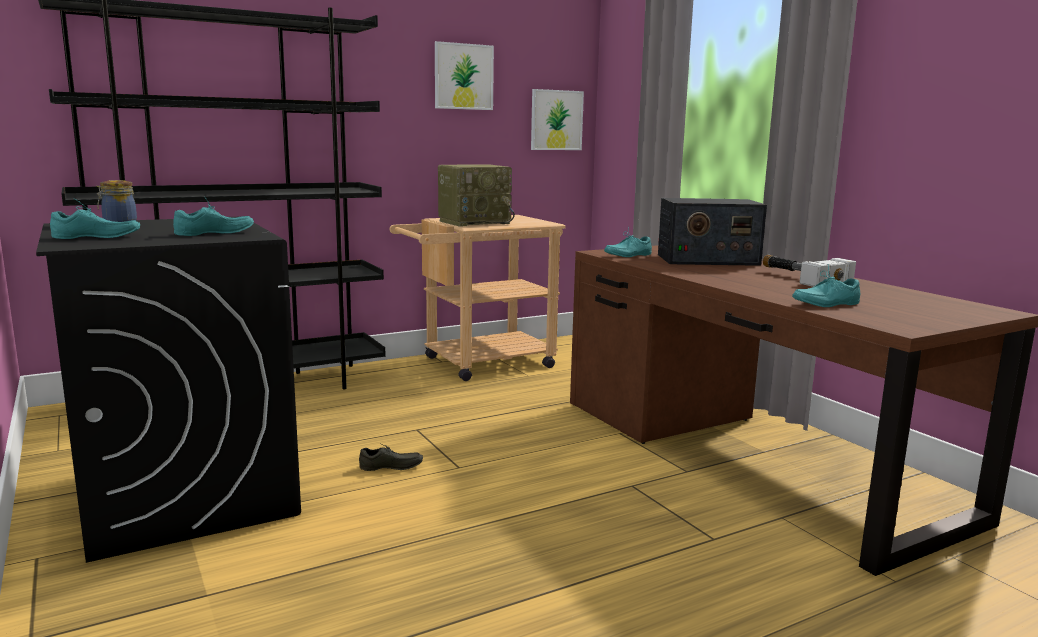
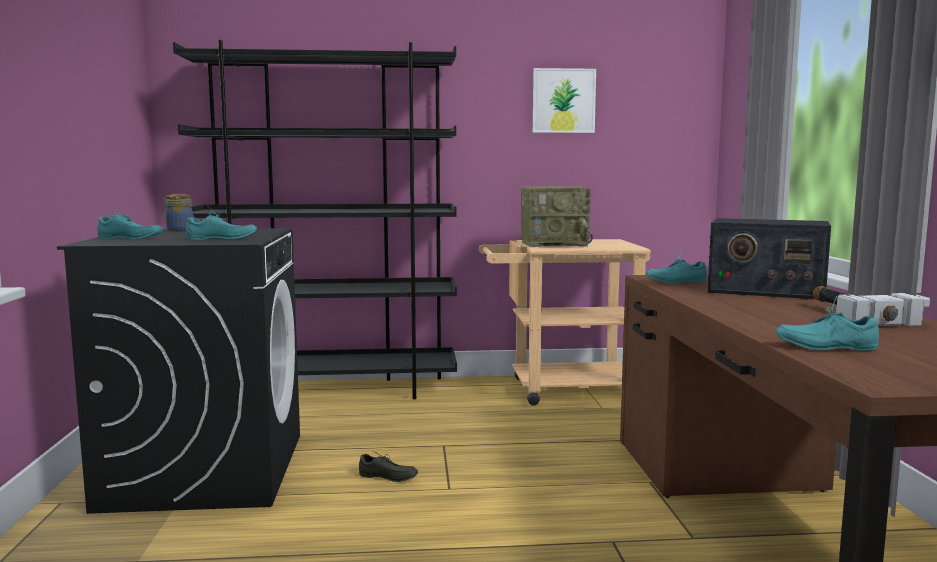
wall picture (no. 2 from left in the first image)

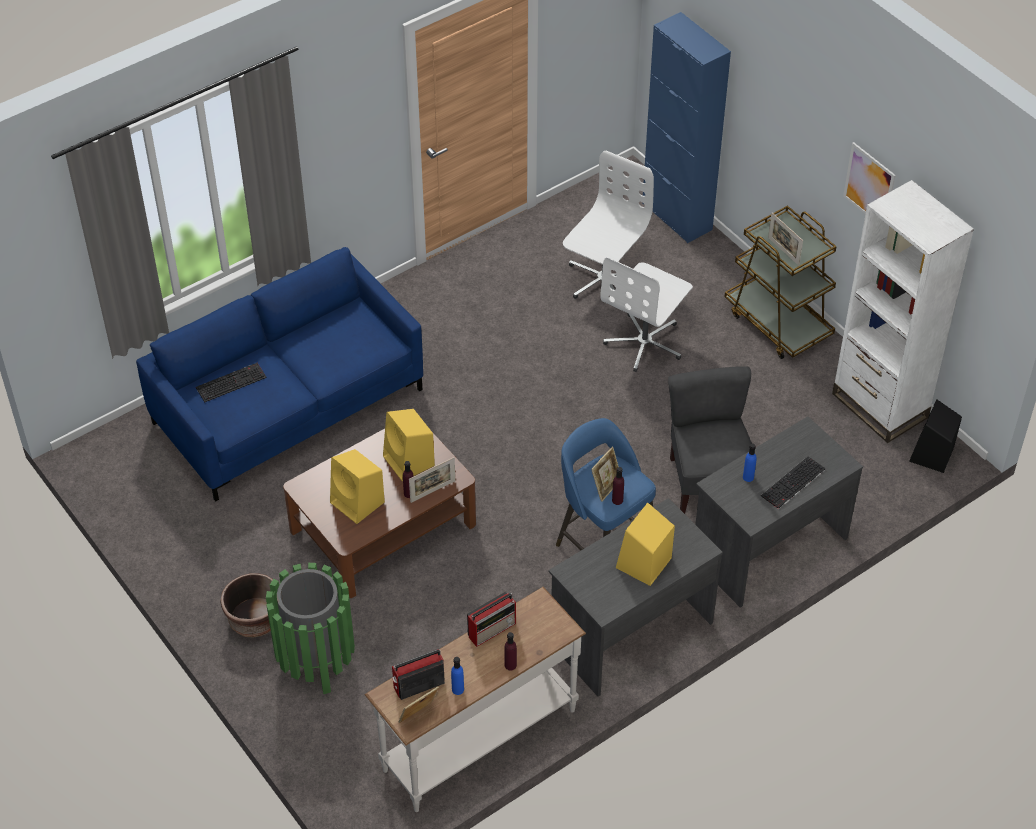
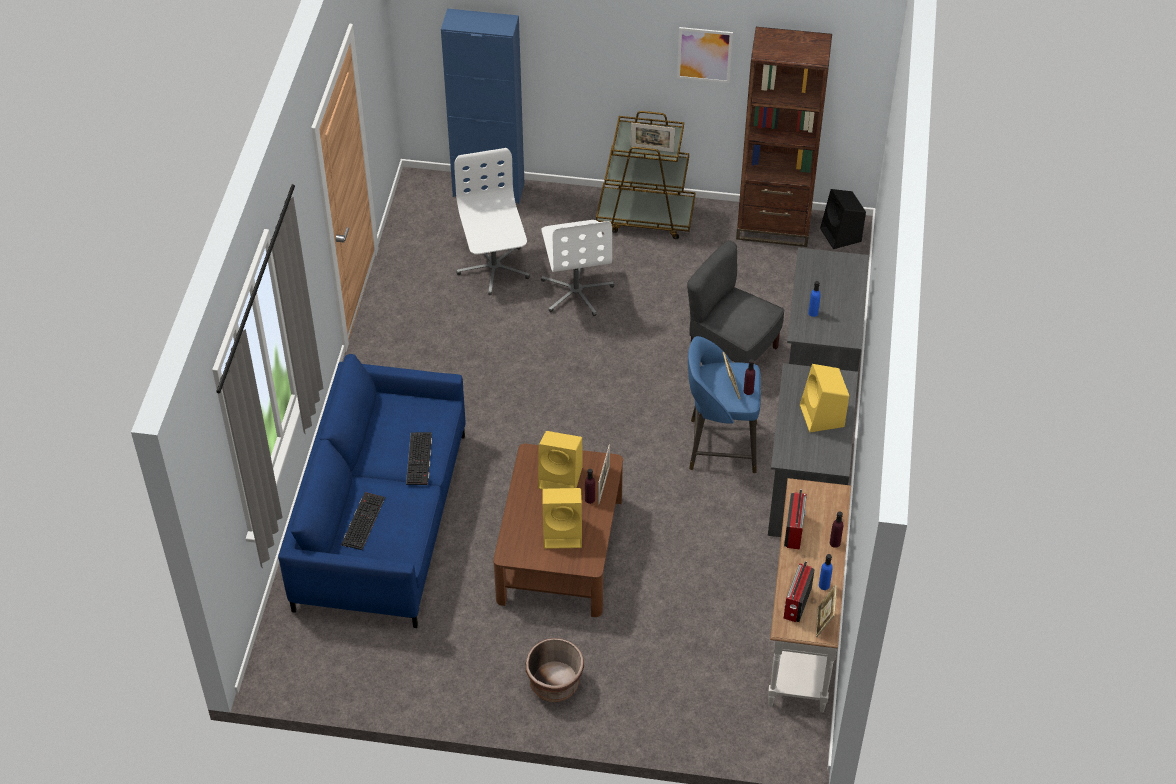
brownish bookcase
PC keyboard (no. 2 from left)
greenish rubbish bin

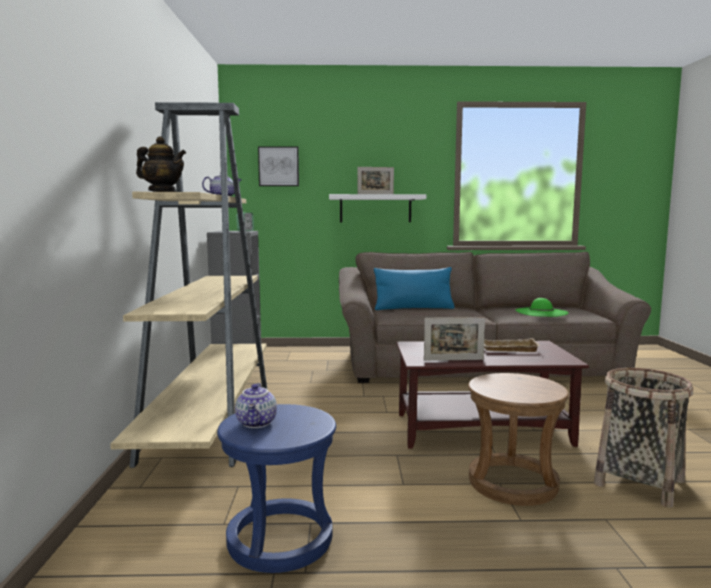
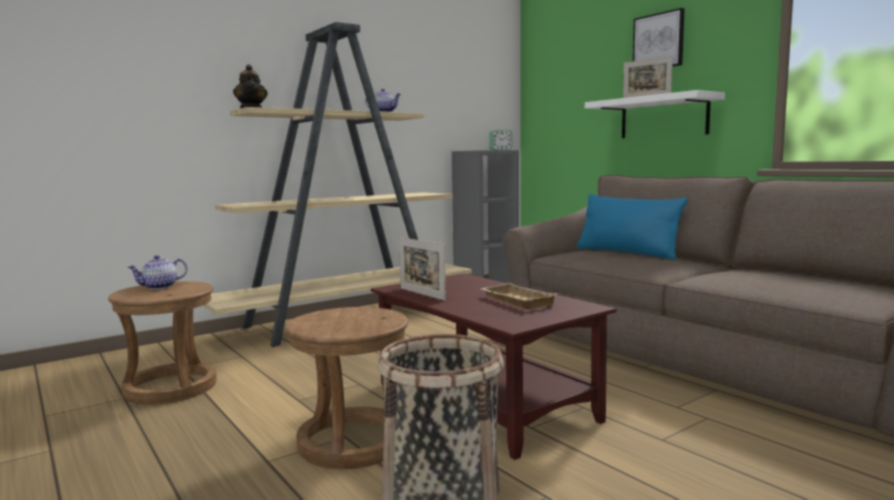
wall picture
greenish clothing hat
brownish sitting stool (no. 1 from left)

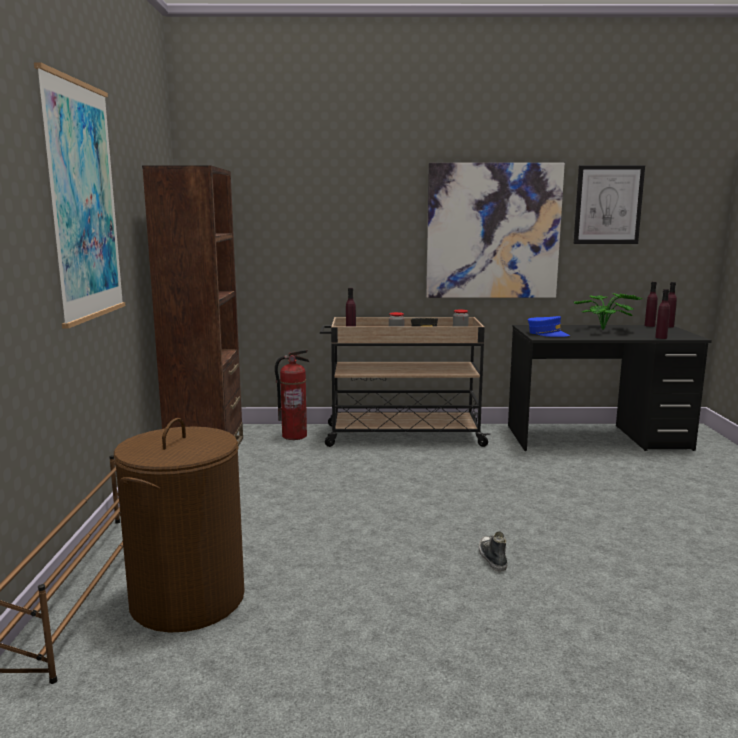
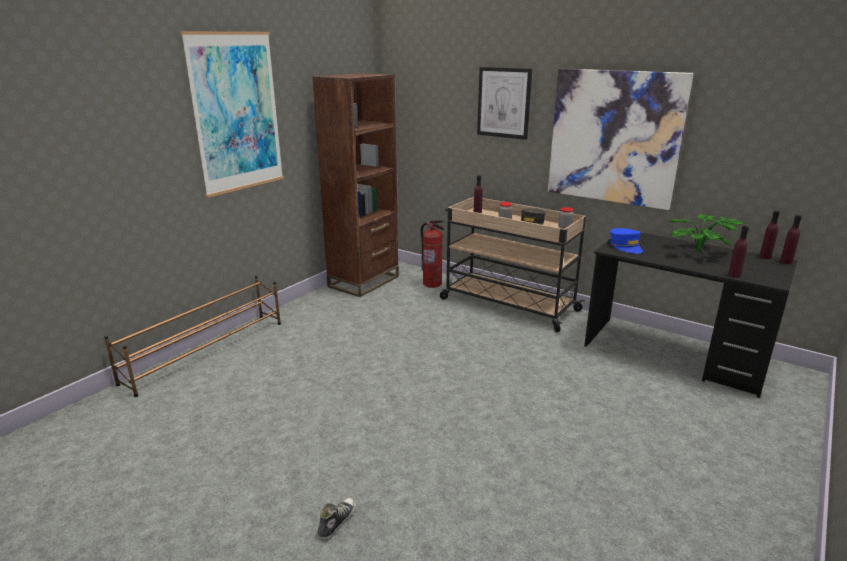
wall picture (no. 2 from left)
brownish hamper
shoe

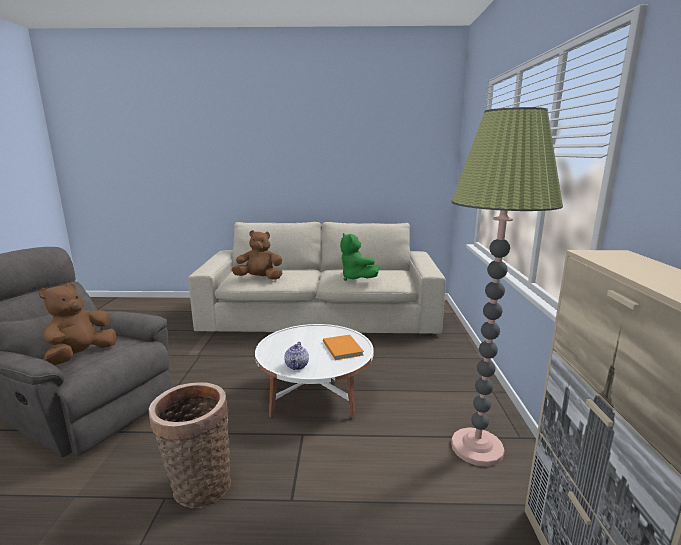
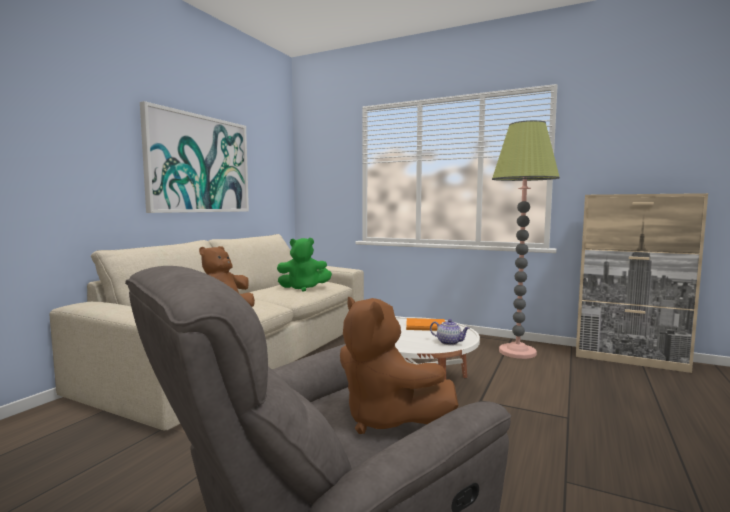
storage basket
wall picture

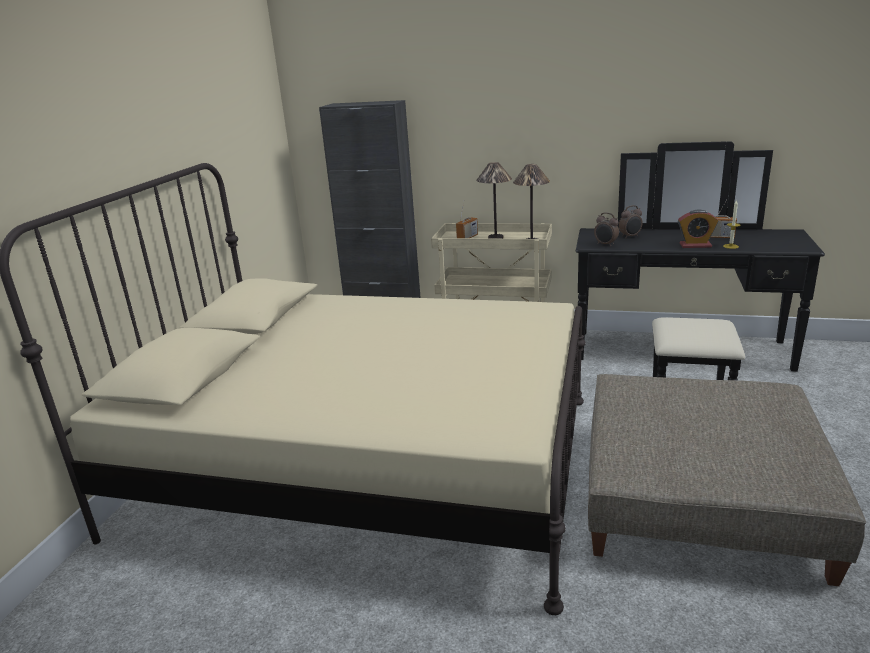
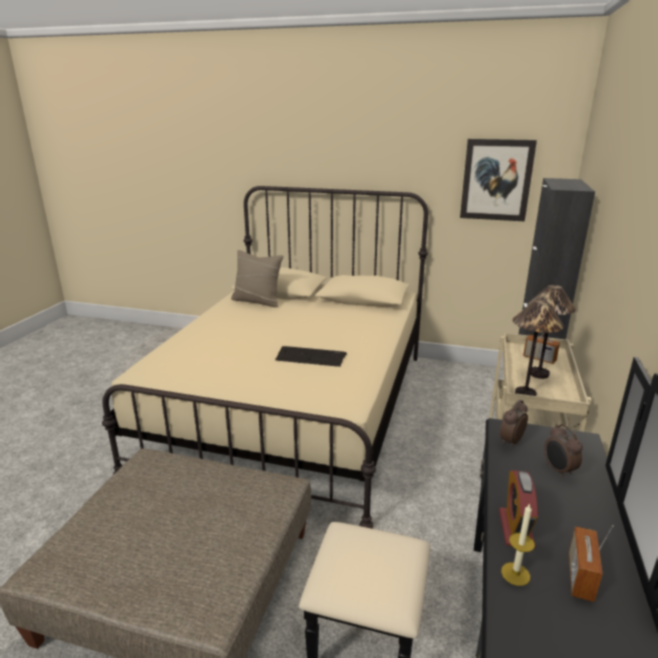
wall picture
beige pillow
PC keyboard

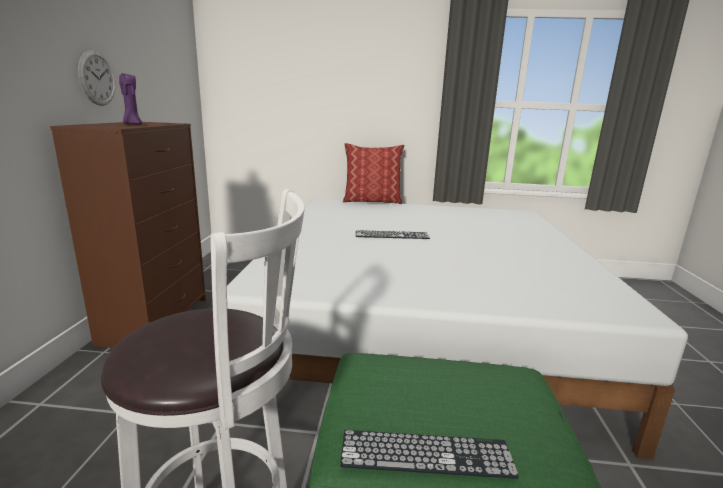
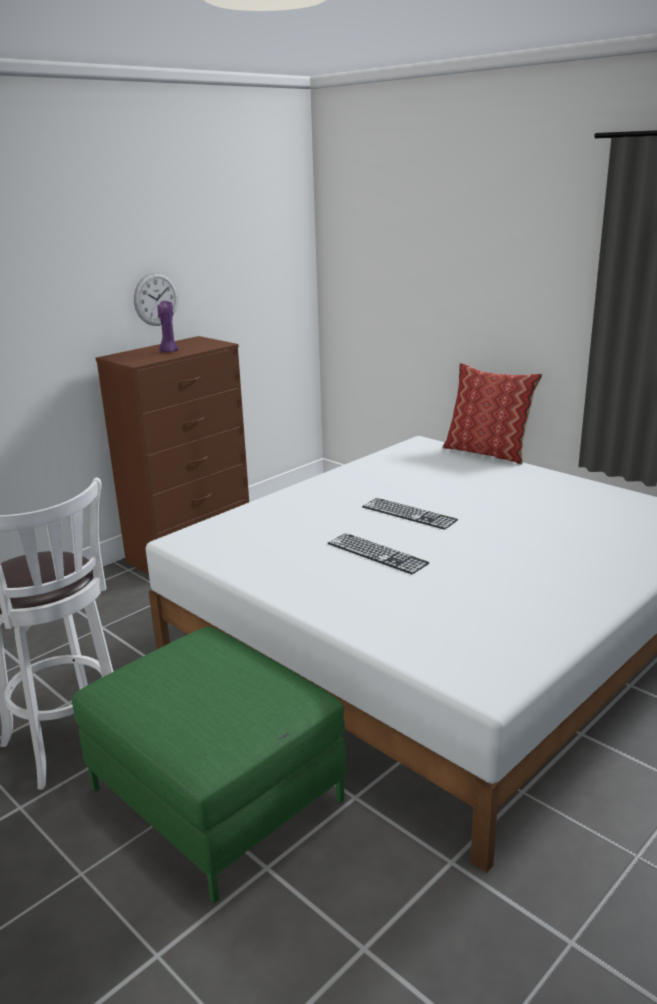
PC keyboard (no. 1 from left)

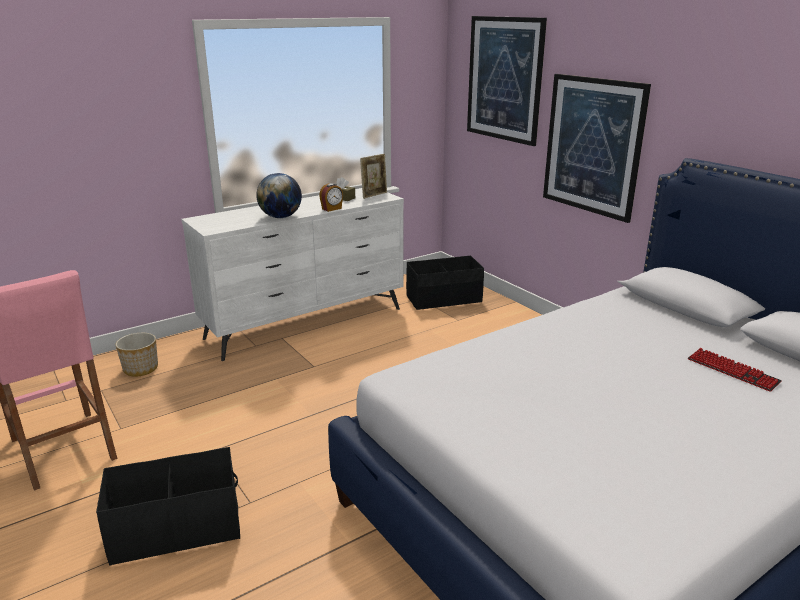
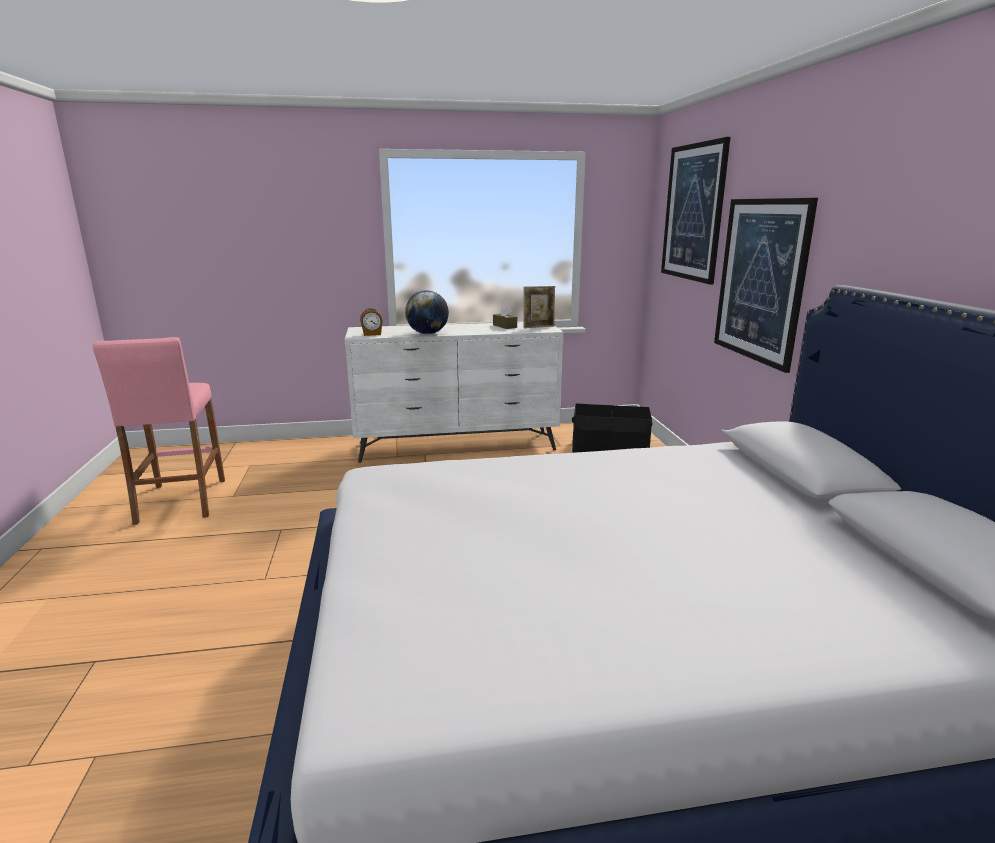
bedside clock
flower pot
PC keyboard
blackish storage box (no. 1 from left in the first image)

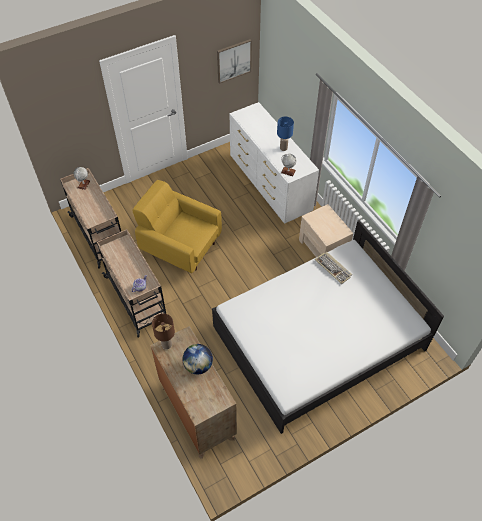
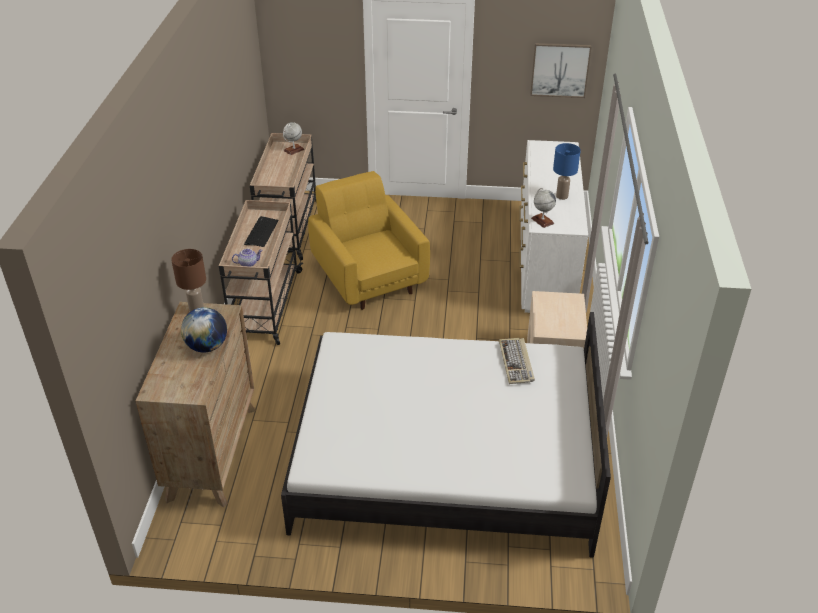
PC keyboard (no. 1 from left)

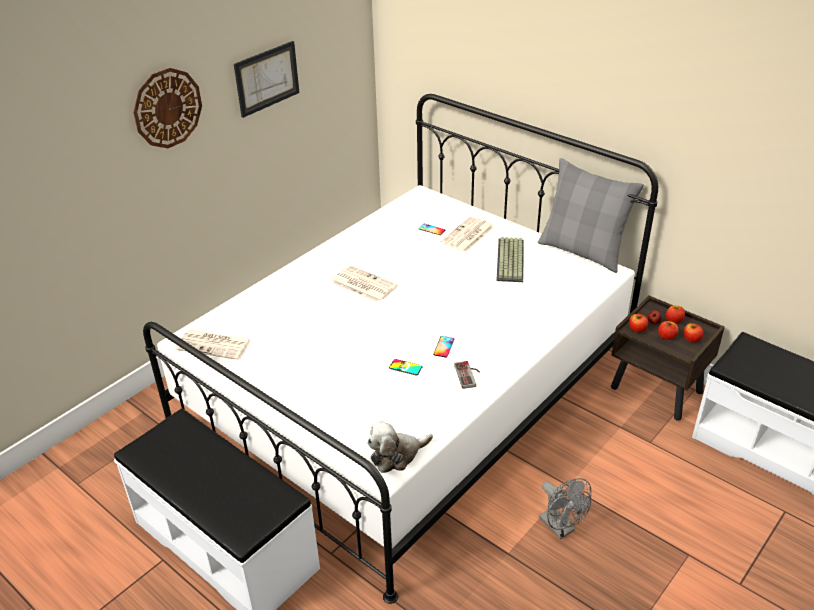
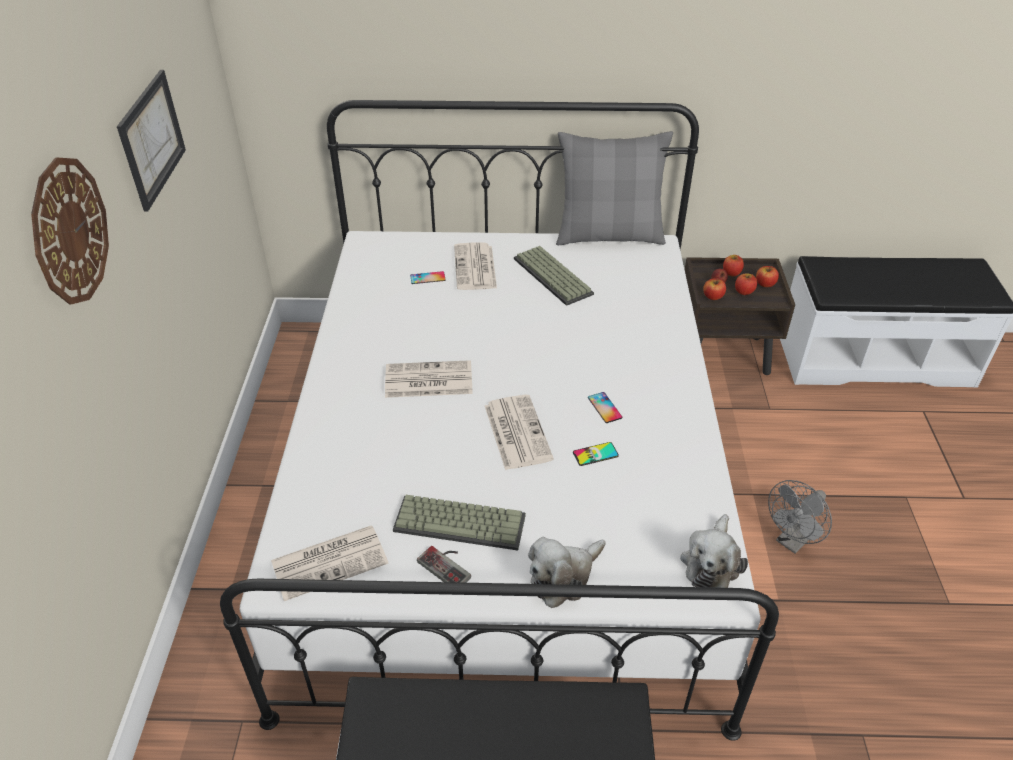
joypad
grey electric fan
newspaper (no. 4 from left)
PC keyboard (no. 1 from left)
soft toy (no. 1 from left)

